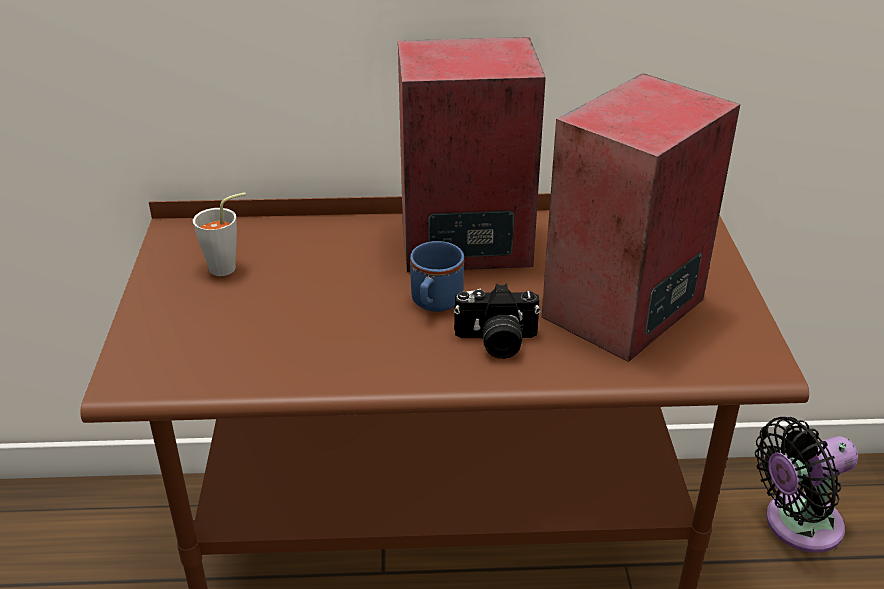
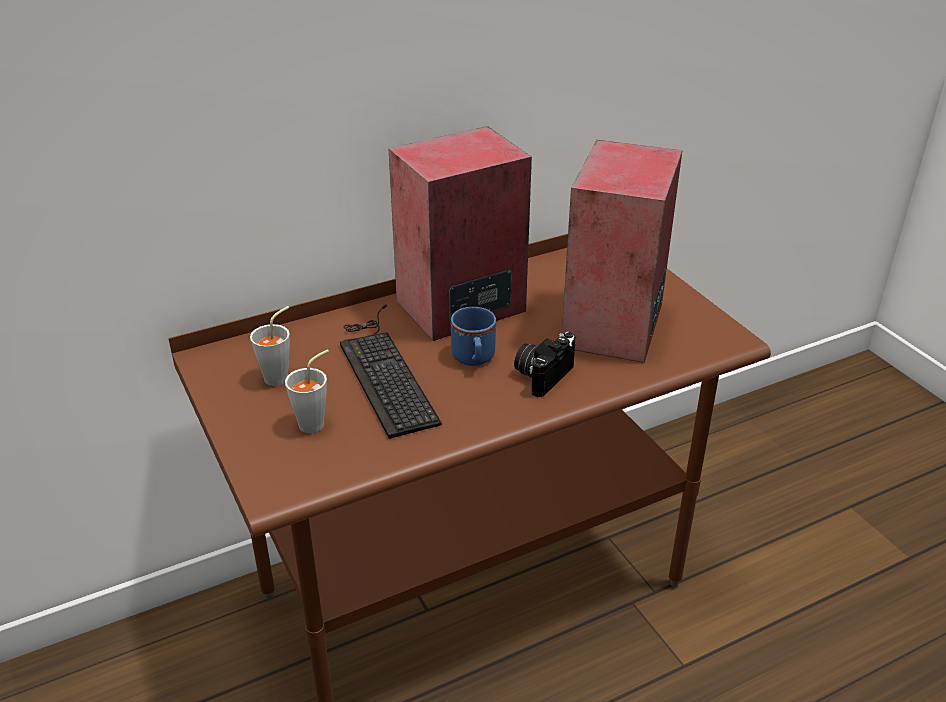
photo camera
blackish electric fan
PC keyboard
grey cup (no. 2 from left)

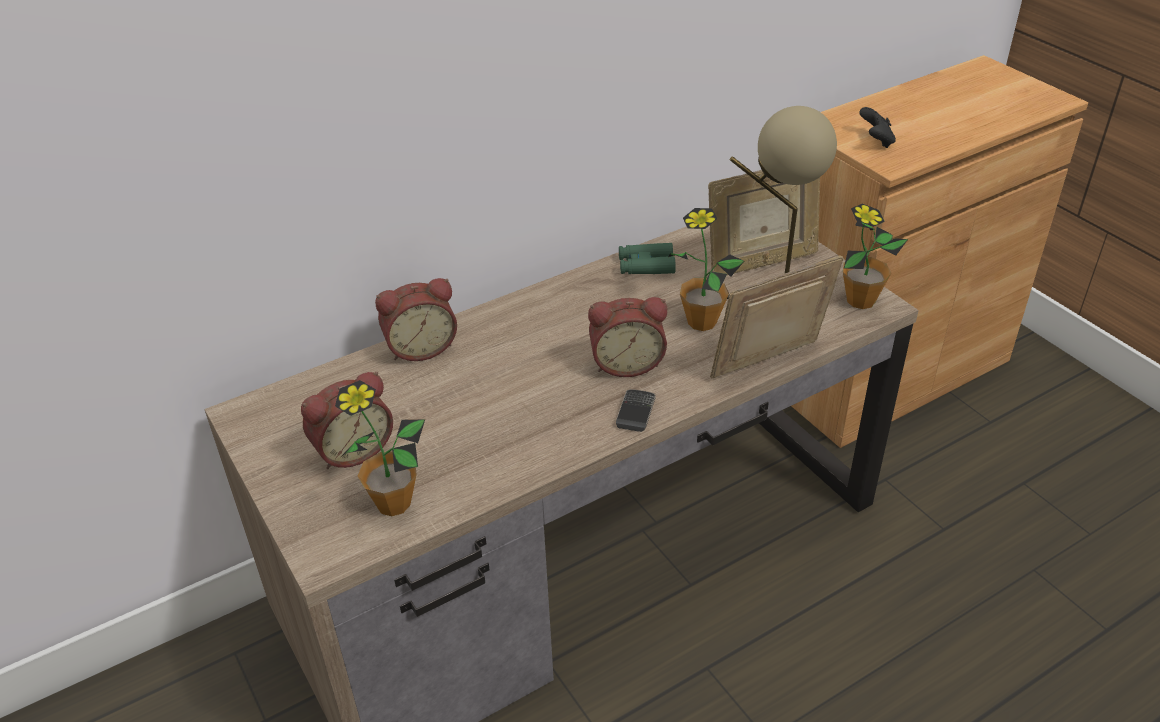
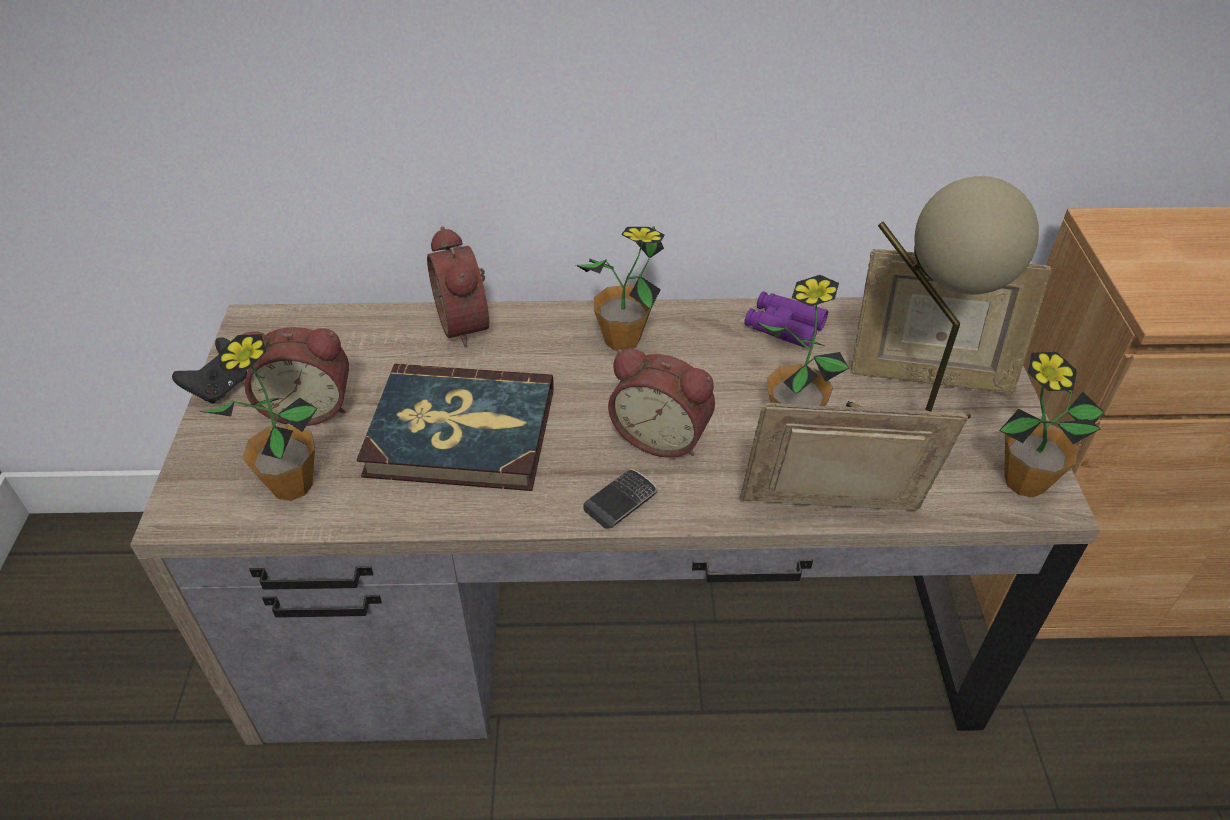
blackish joypad
purplish binoculars
bedside clock (no. 2 from left)
plant in a pot (no. 2 from left)
bound book

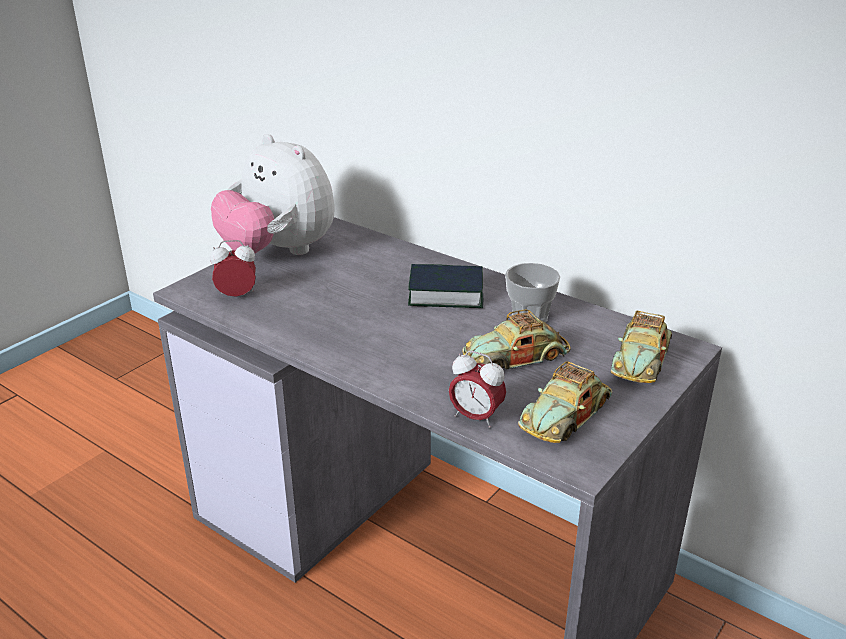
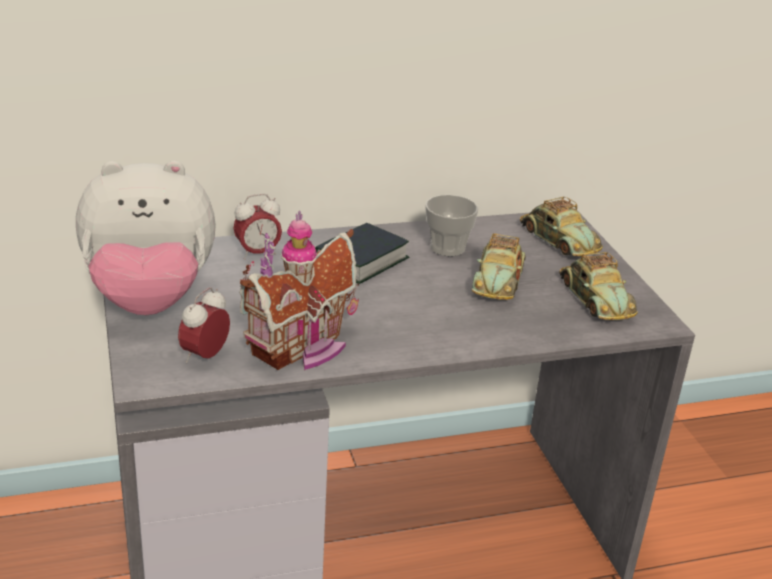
bedside clock (no. 2 from left)
toy house

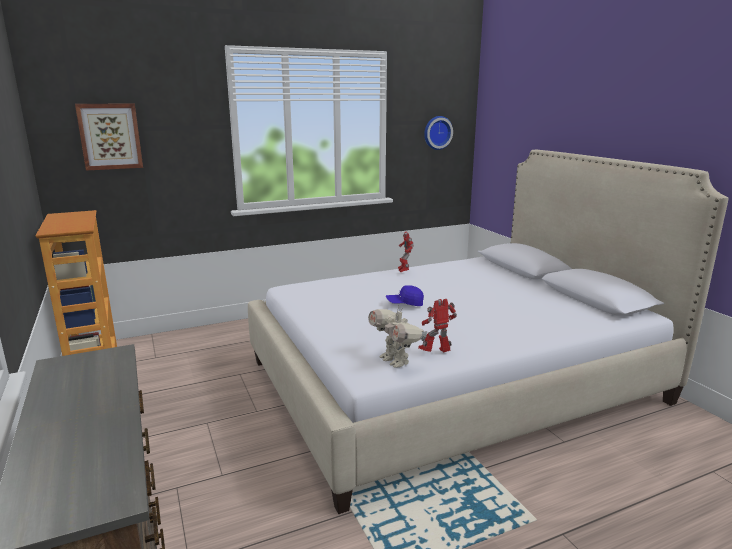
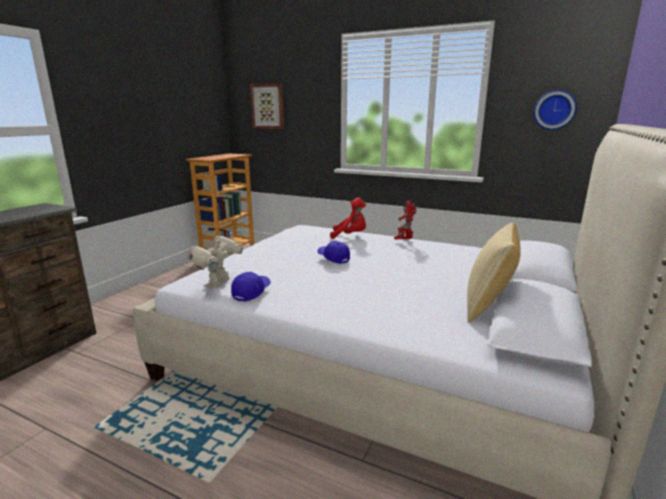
blue-coloured peaked cap (no. 1 from left)
reddish soft toy
pillow

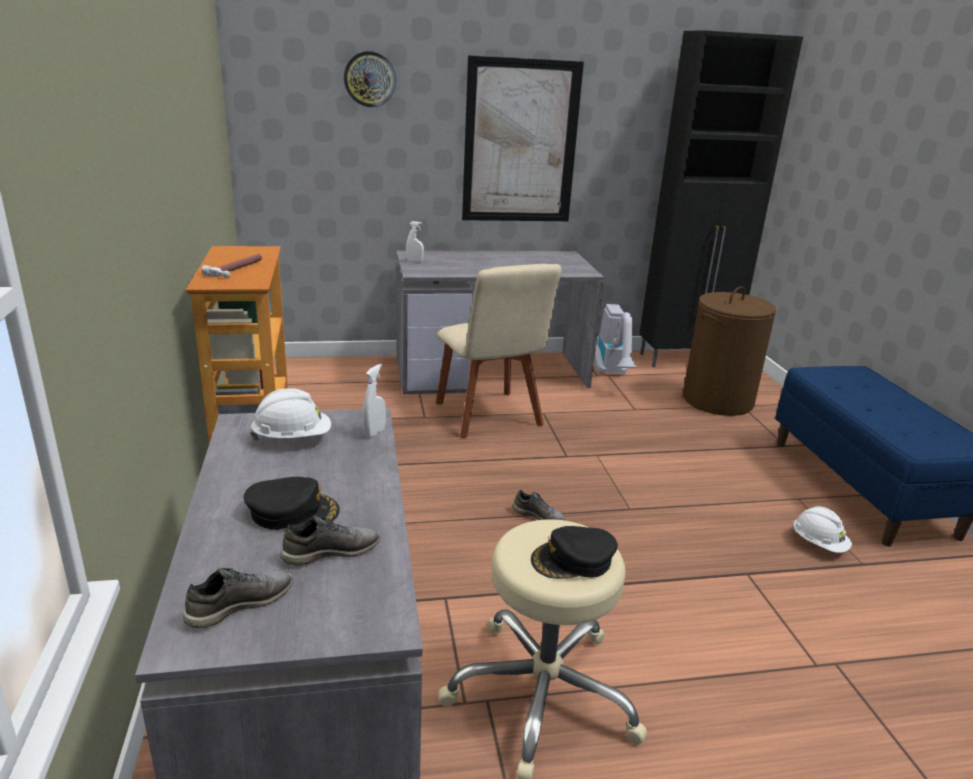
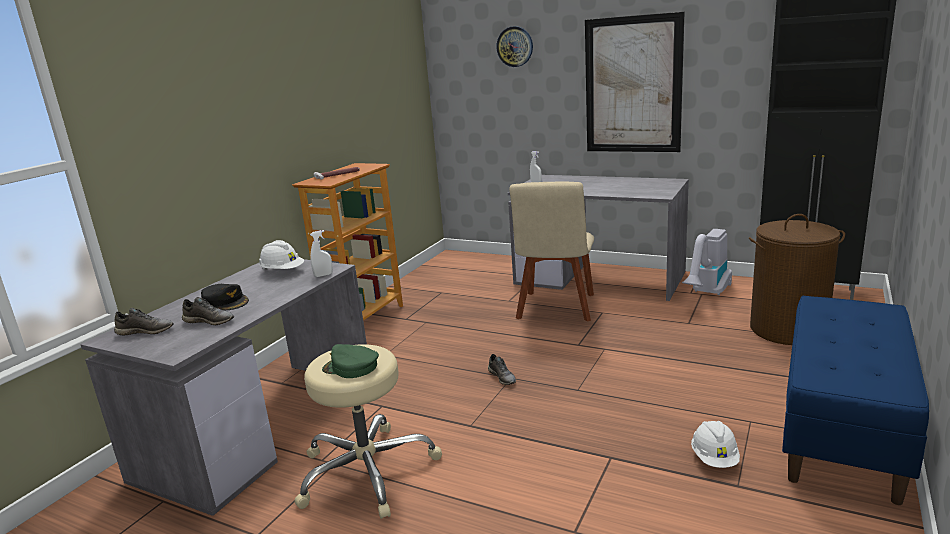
greenish peaked cap

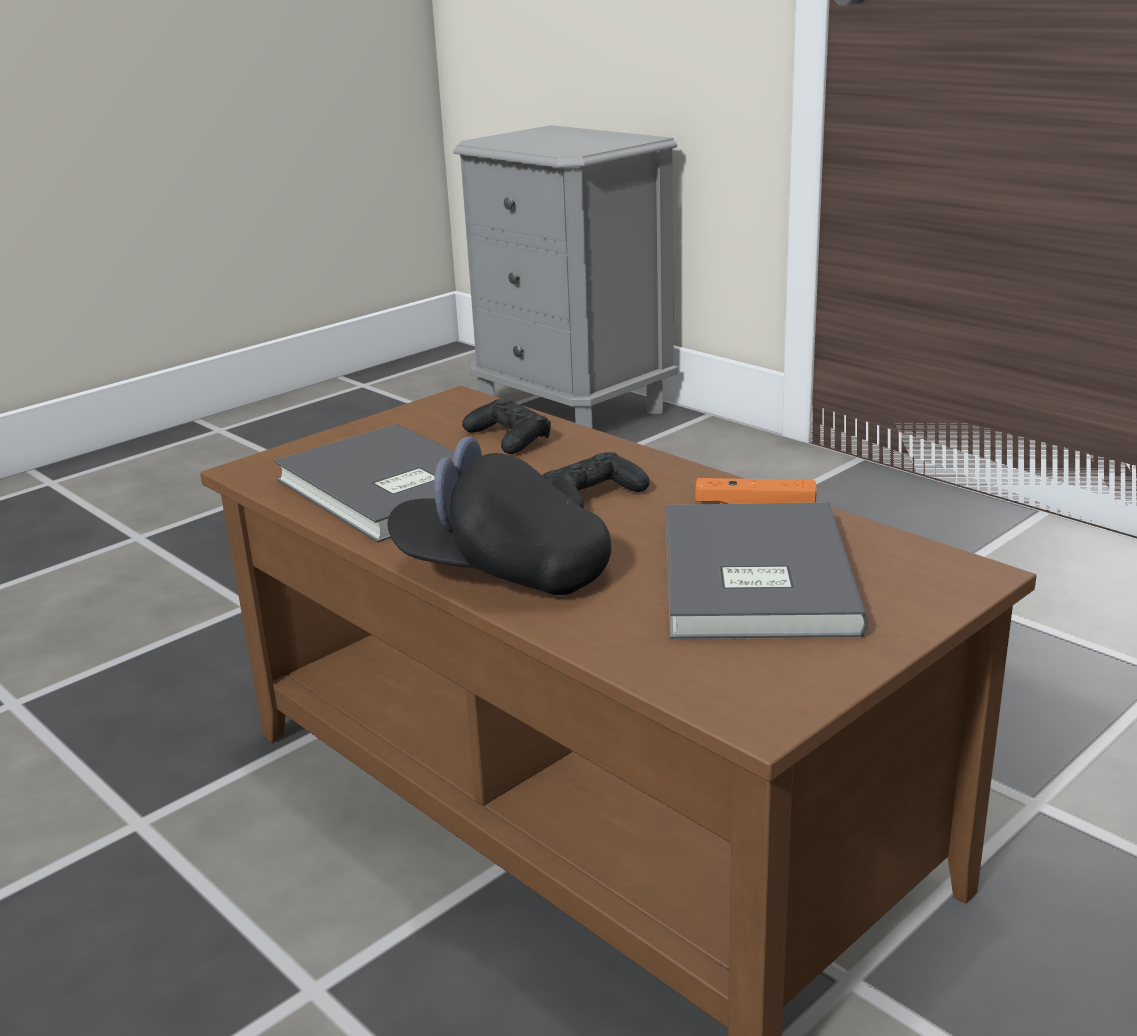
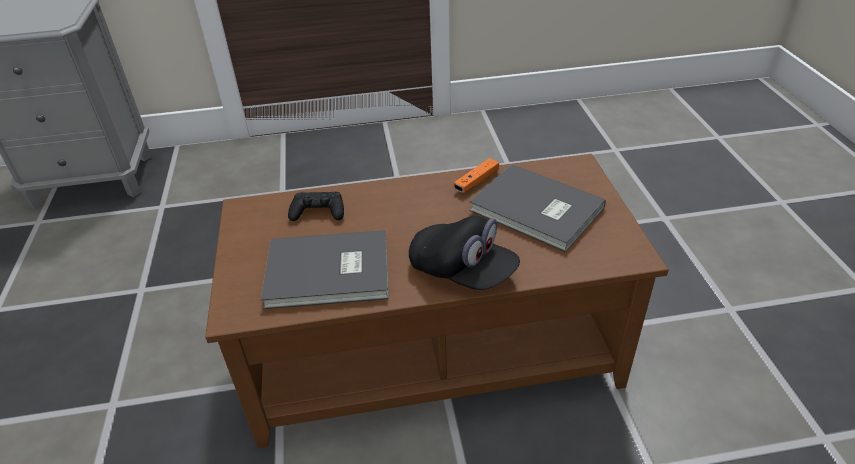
blackish peaked cap
blackish joypad (no. 2 from left in the first image)

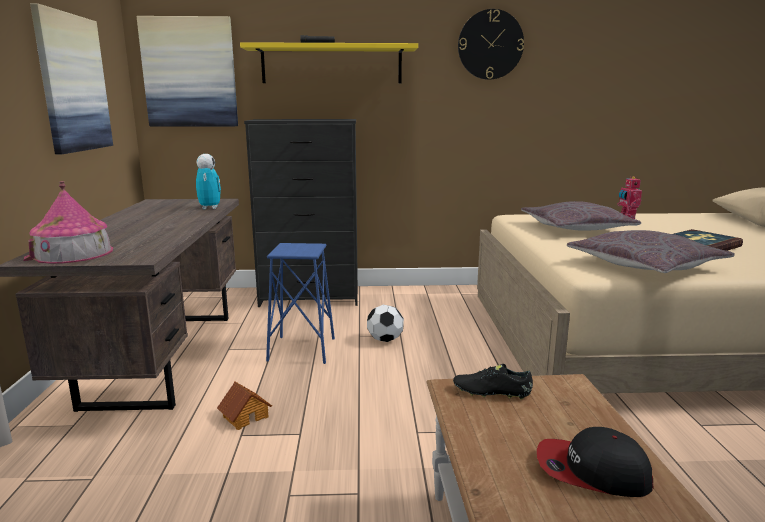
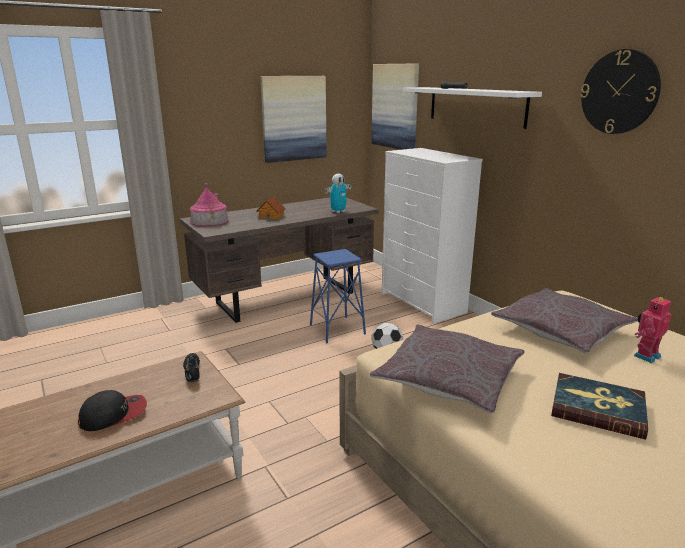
white bracket shelf
white drawer chest
toy house (no. 2 from left)
peaked cap

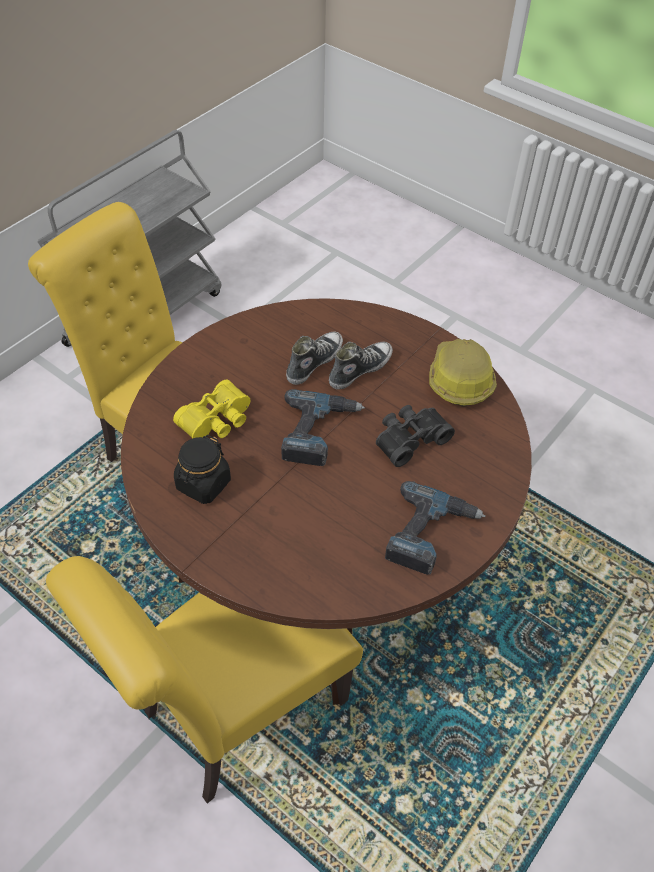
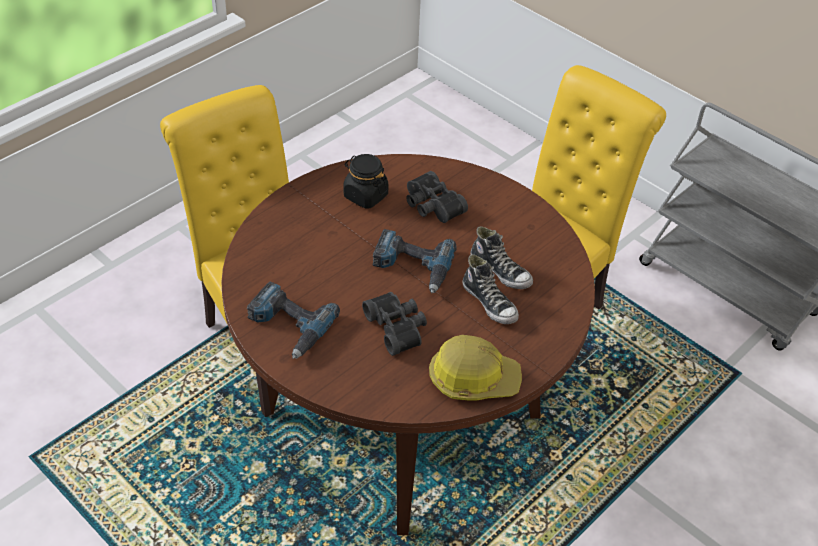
blackish binoculars (no. 2 from left)

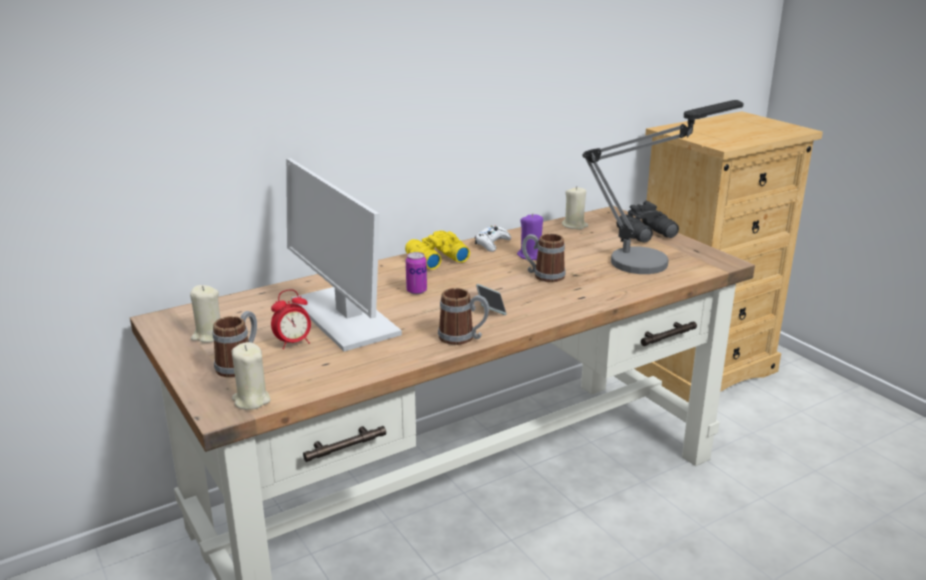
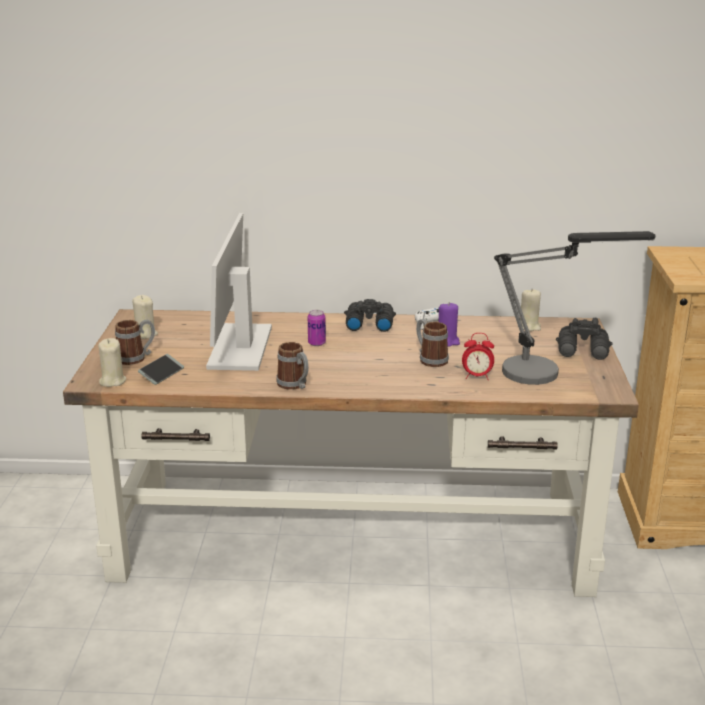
blackish binoculars (no. 1 from left)
telephone
bedside clock

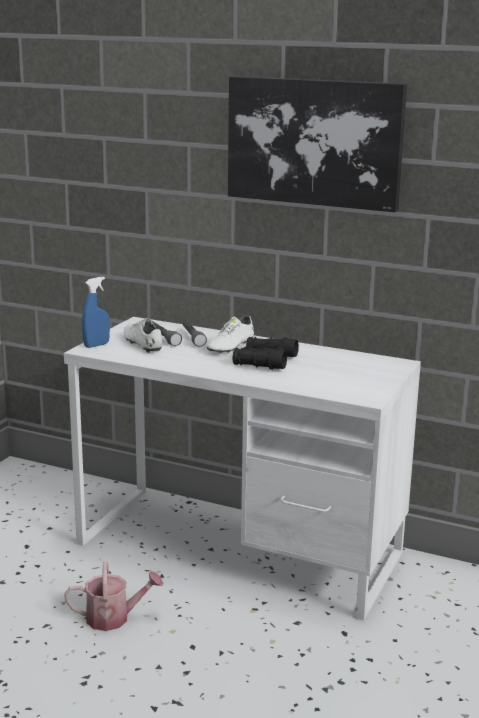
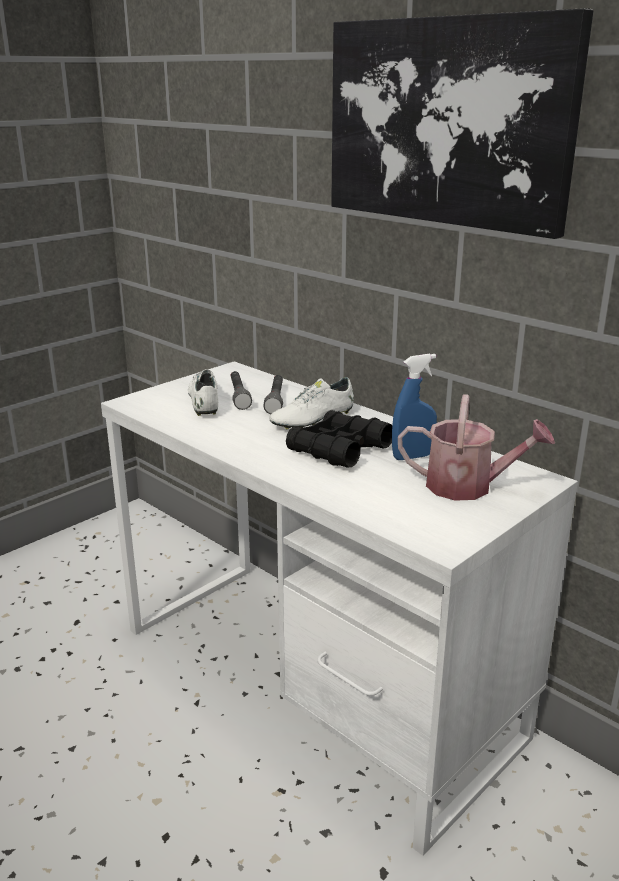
blue-coloured hand sprayer
watering can

